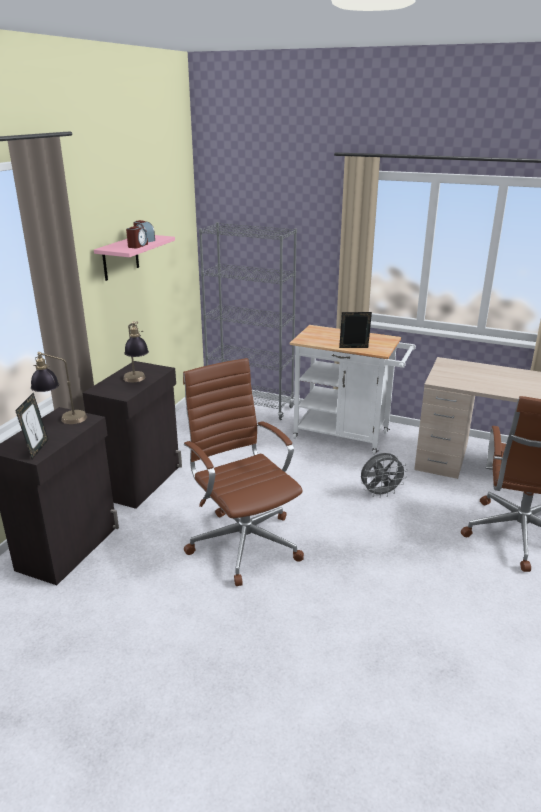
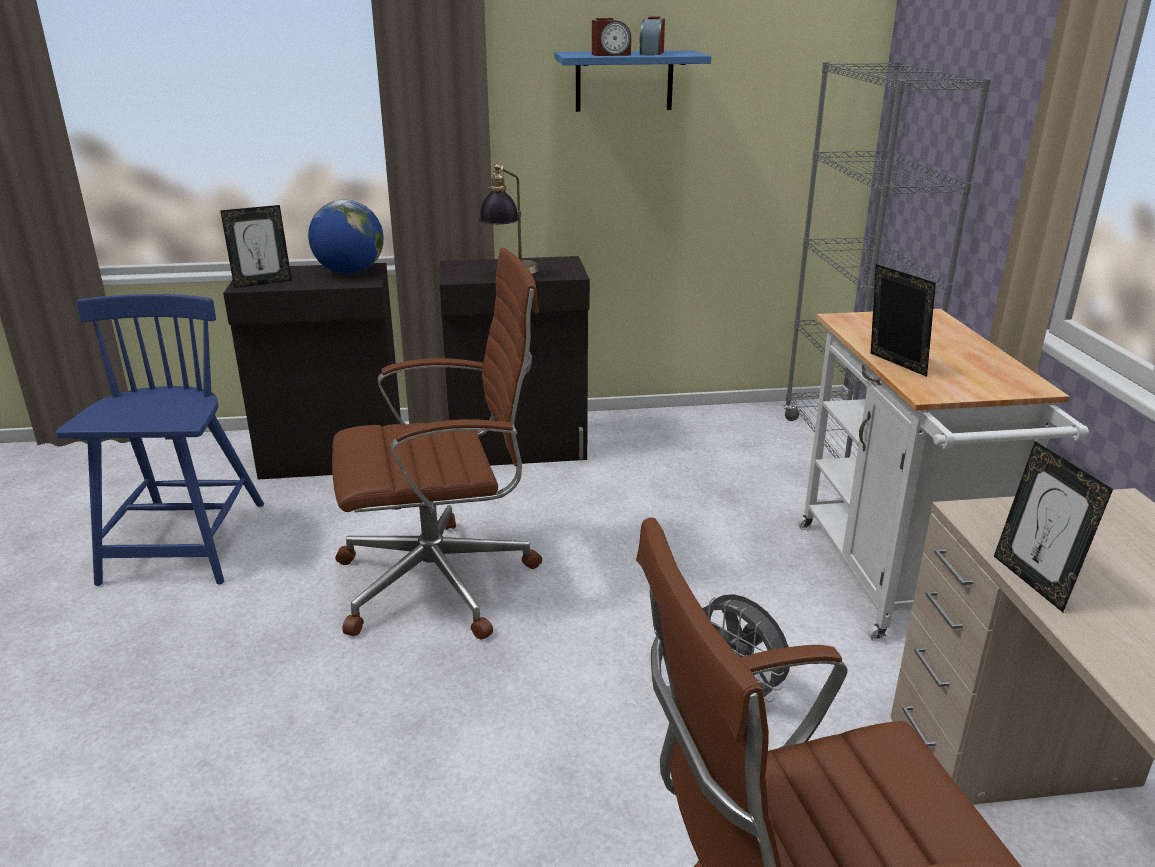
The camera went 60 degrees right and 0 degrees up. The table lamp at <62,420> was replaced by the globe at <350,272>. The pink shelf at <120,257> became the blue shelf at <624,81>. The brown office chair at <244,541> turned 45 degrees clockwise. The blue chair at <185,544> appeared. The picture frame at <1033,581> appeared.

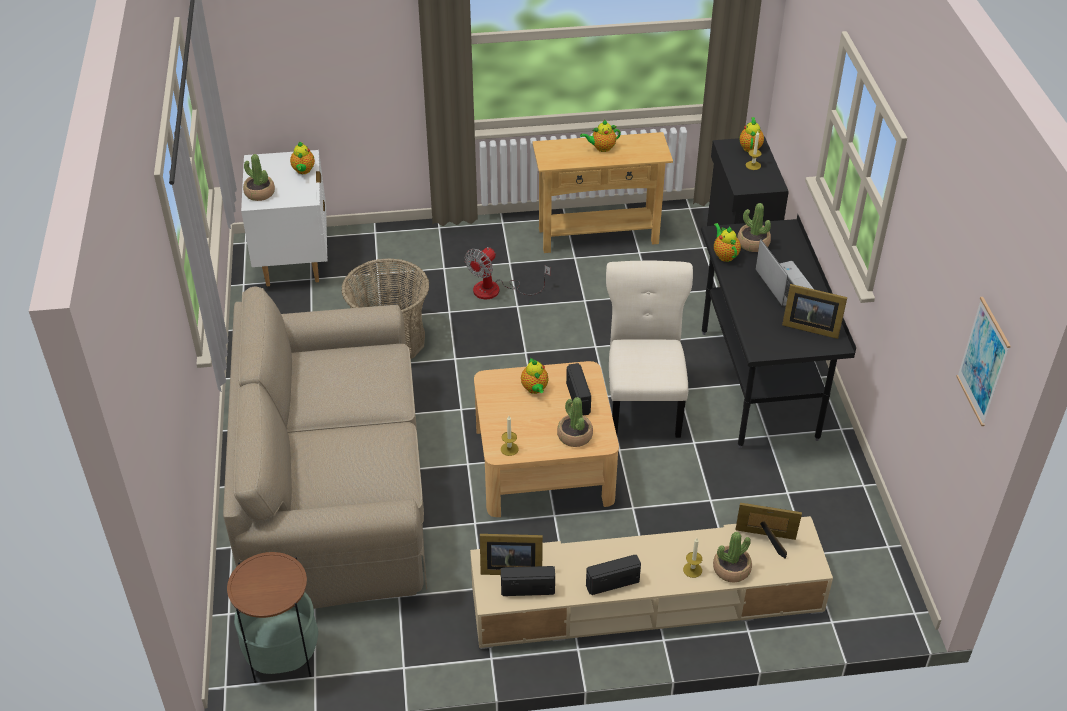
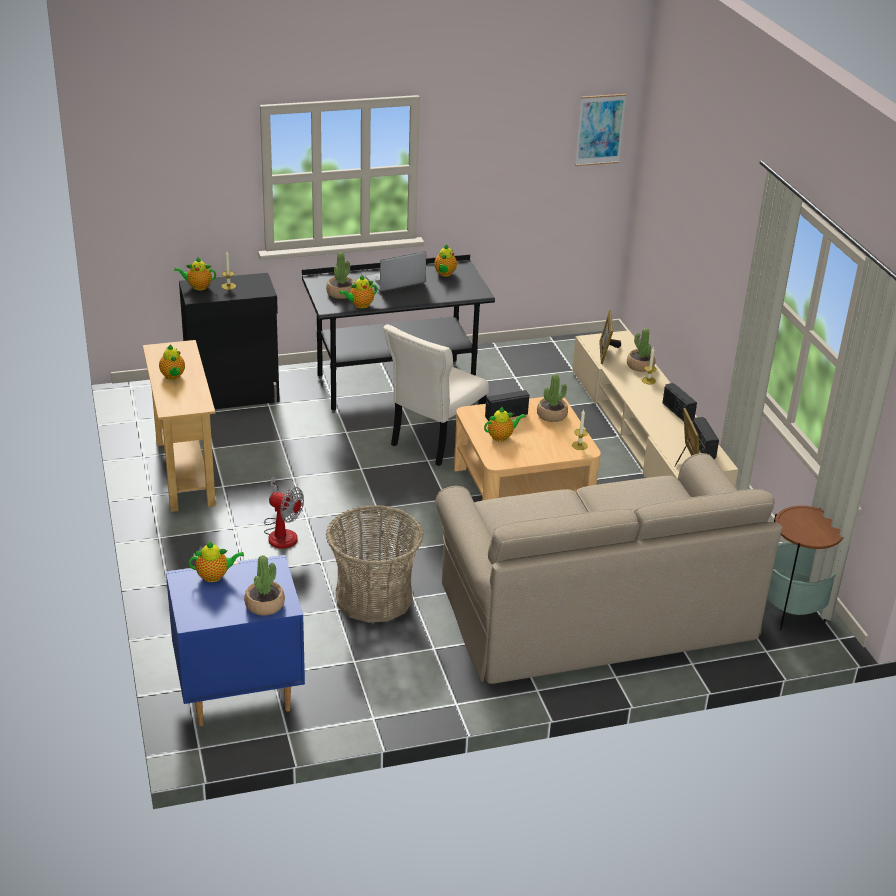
The camera went 100 degrees left and 10 degrees down. The white nightstand at <294,262> became the blue nightstand at <239,694>. The beige chair at <643,404> turned 45 degrees counterclockwise. The picture frame at <809,326> was replaced by the teapot at <444,274>.

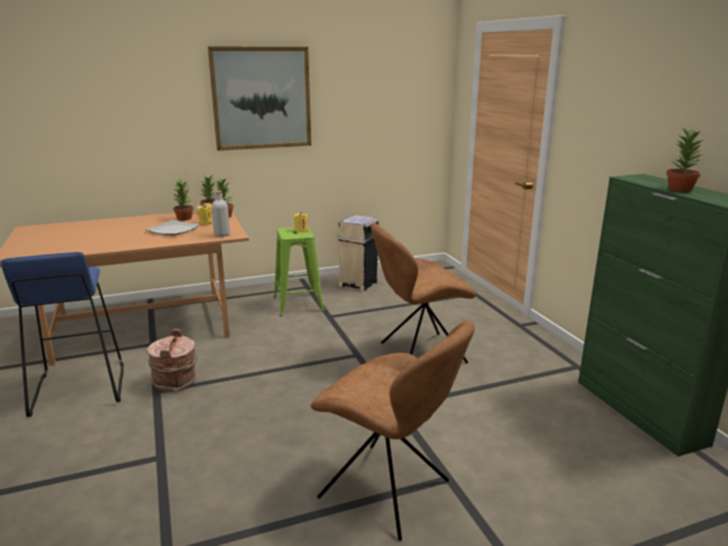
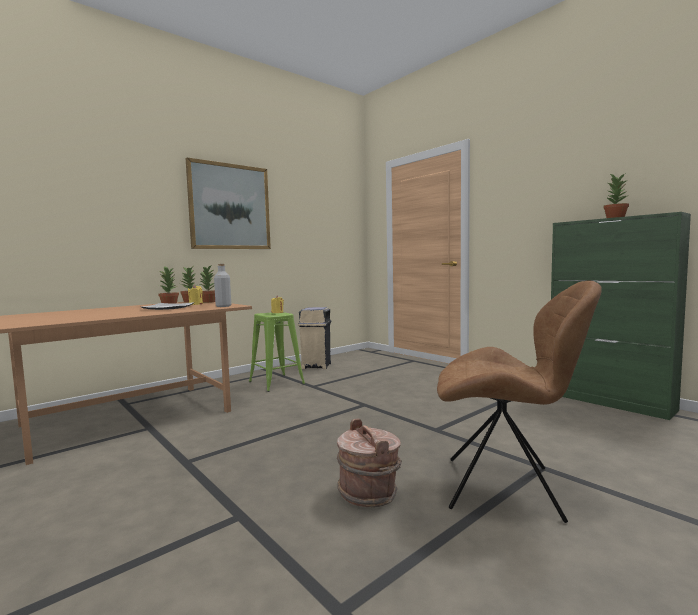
The camera went 20 degrees left and 15 degrees down. The blue stool at <78,389> disappeared. The brown bucket moved from <176,382> to <369,493>. The brown chair at <419,353> disappeared.

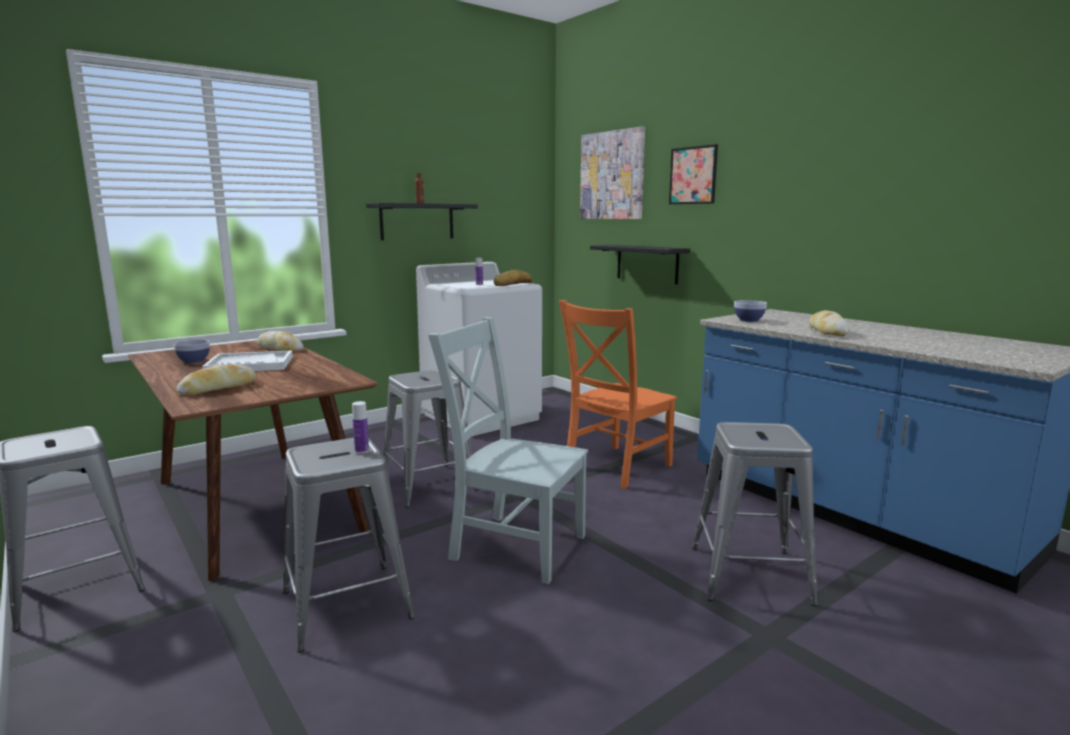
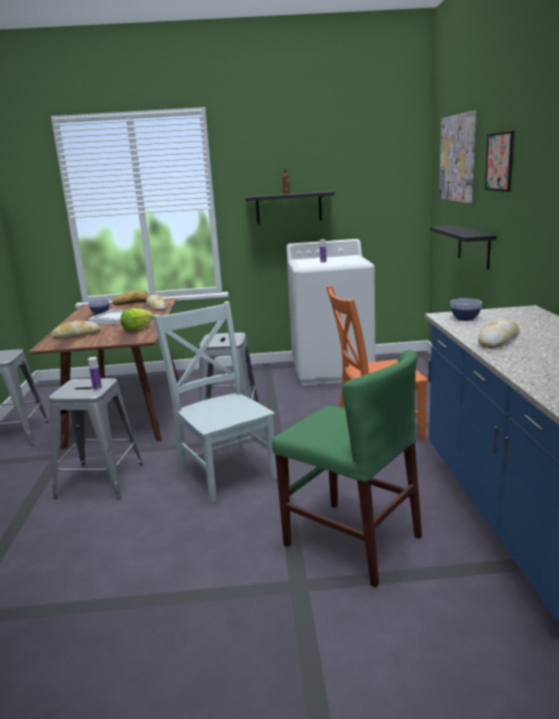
The camera went 35 degrees right and 5 degrees up. The bread moved from <511,284> to <132,303>. The grey stool at <749,574> was replaced by the green chair at <352,541>. The lettuce at <137,329> appeared.

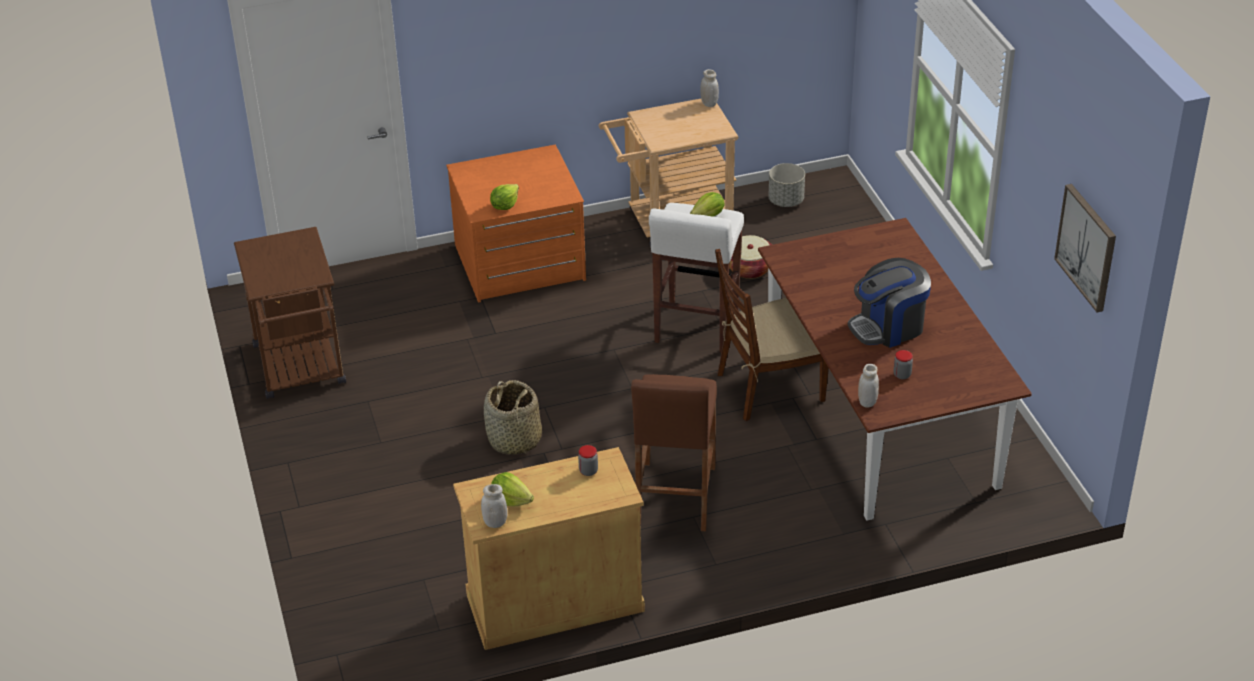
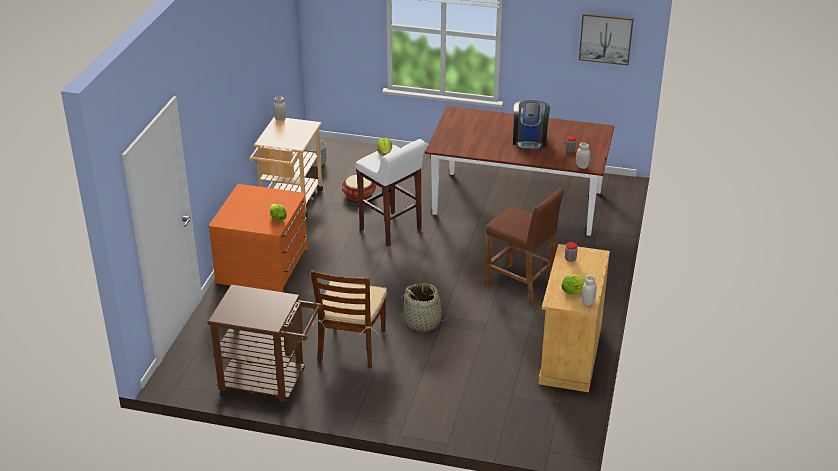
The camera went 60 degrees left and 5 degrees down. The brown chair moved from <769,387> to <352,345>.

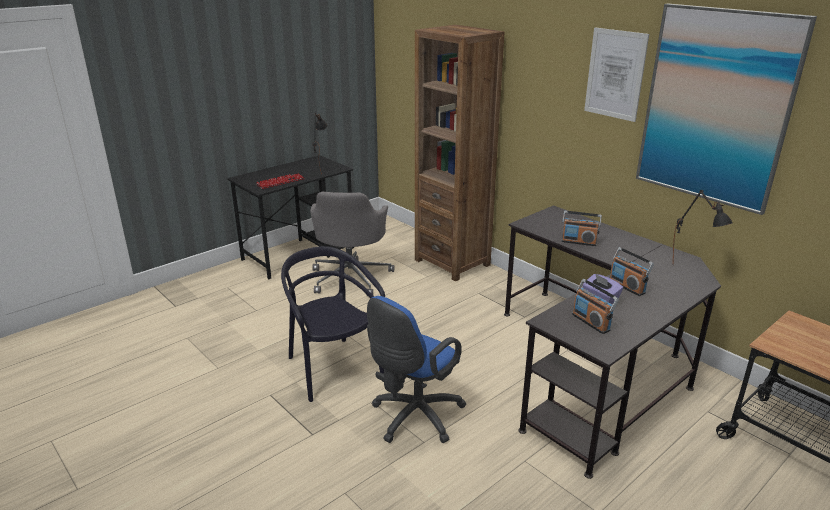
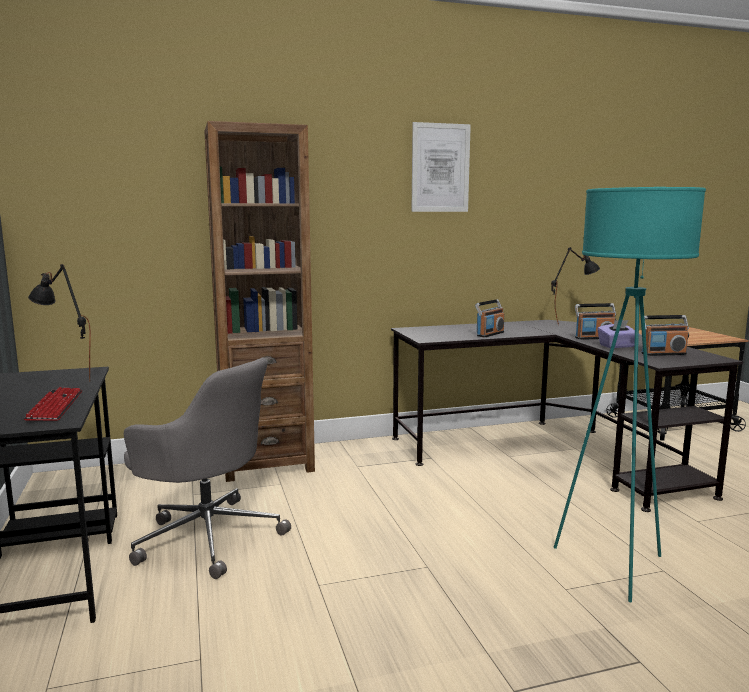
The camera went 65 degrees left and 15 degrees down. The black chair at <333,368> disappeared. The blue office chair at <413,418> was replaced by the turquoise floor lamp at <612,566>. The picture at <715,107> disappeared.

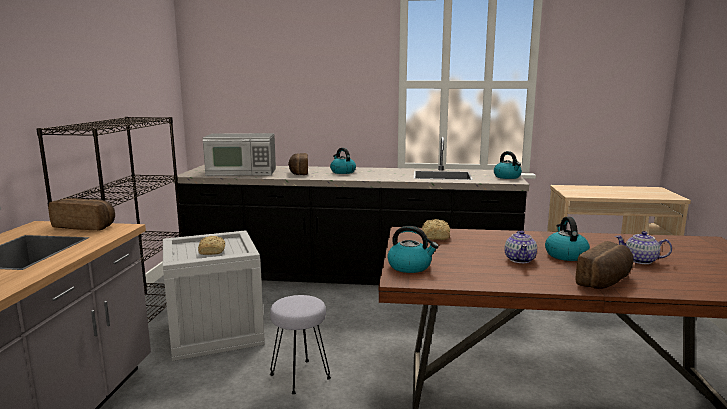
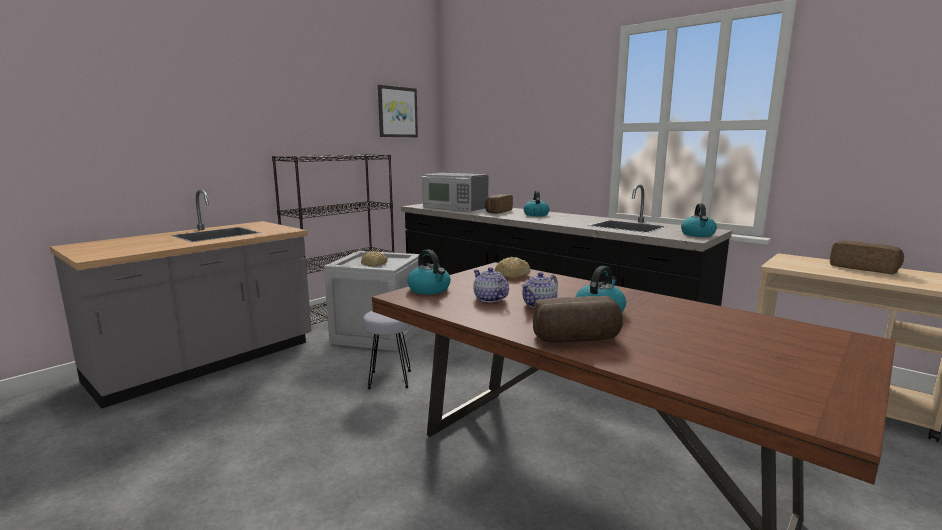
The camera went 35 degrees right and 0 degrees up. The bread moved from <86,226> to <863,268>. The teapot moved from <641,260> to <490,299>. The picture at <397,112> appeared.

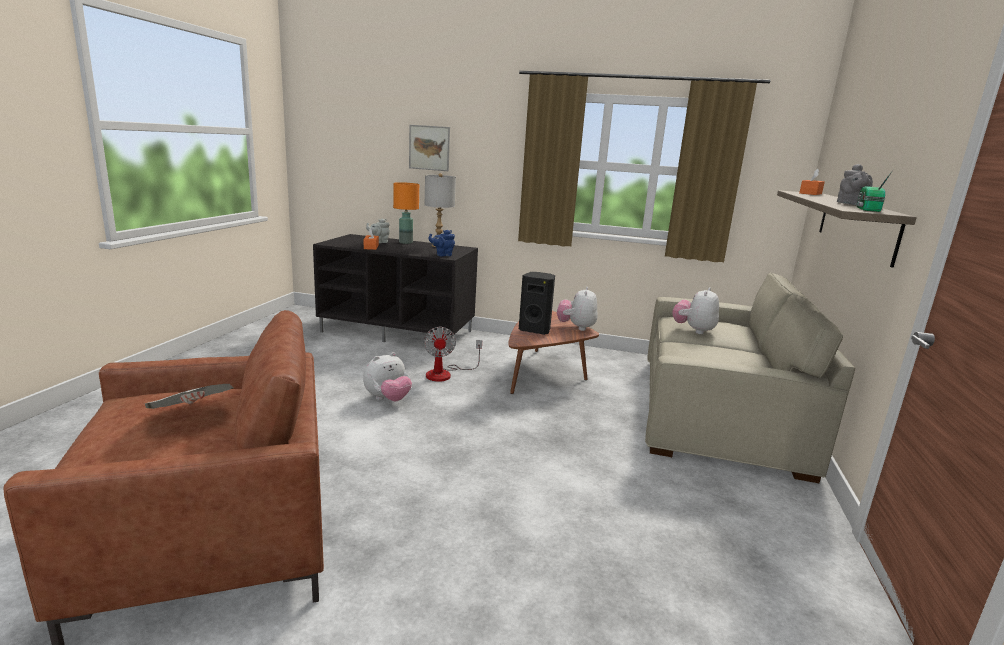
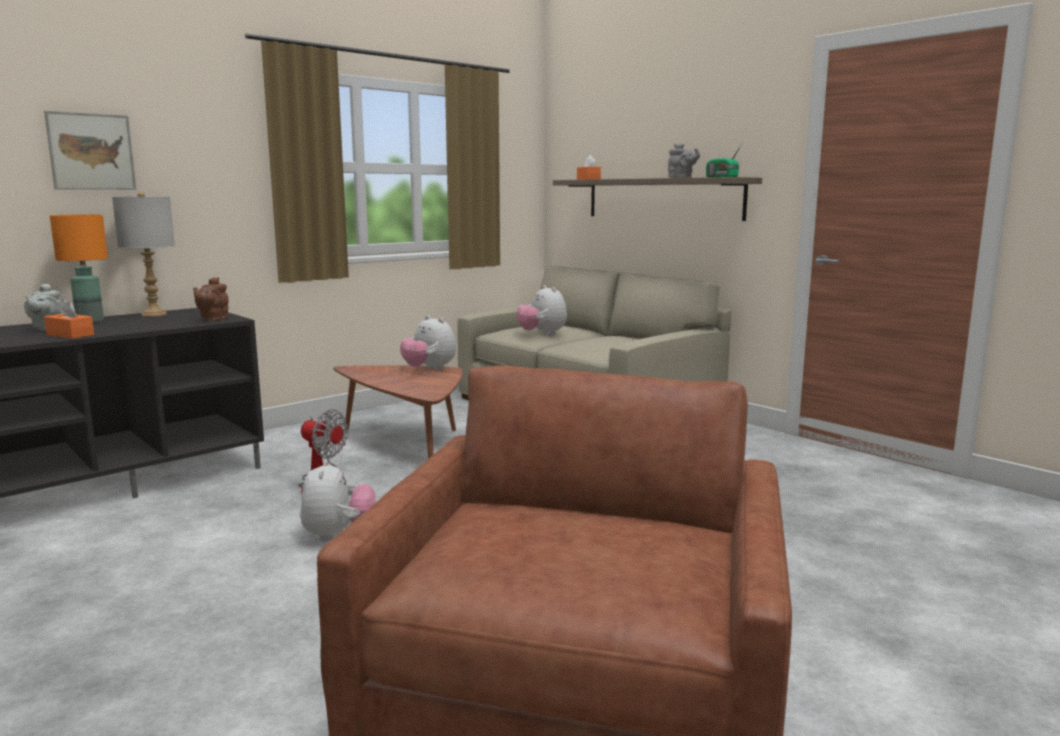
The camera went 55 degrees left and 5 degrees down. The newspaper at <192,416> disappeared. The blue teapot at <442,255> became the brown teapot at <213,319>. The black speaker at <535,330> disappeared.

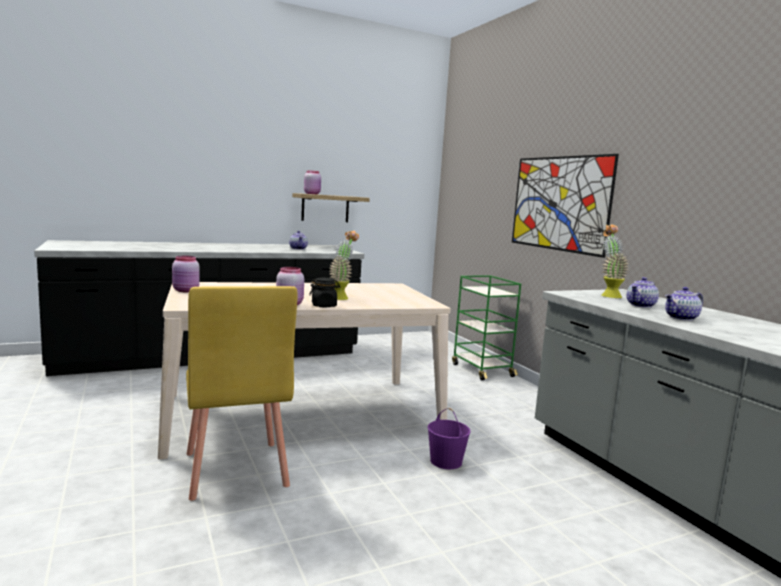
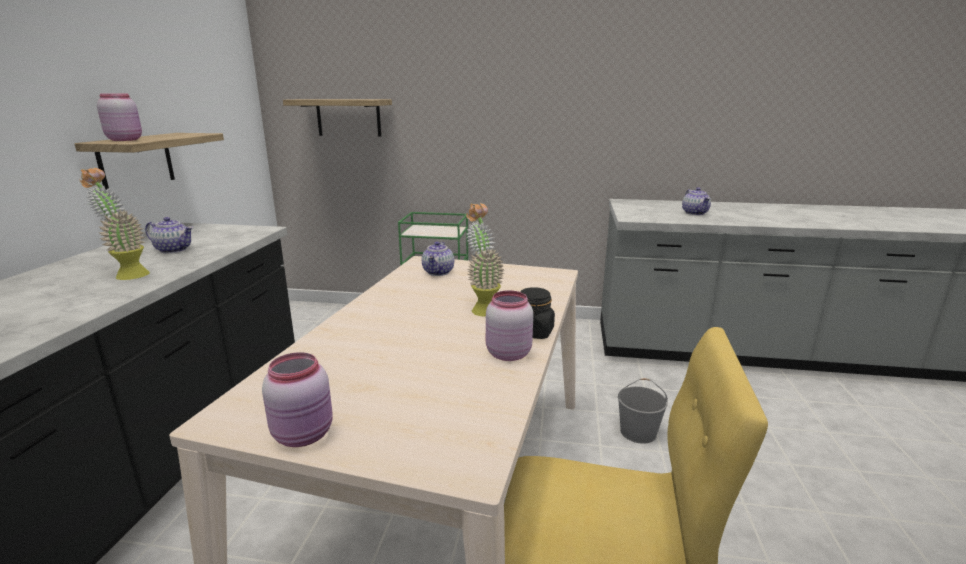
The camera went 55 degrees left and 10 degrees up. The purple bucket at <446,461> became the grey bucket at <638,432>. The picture at <559,203> disappeared. The potted plant moved from <608,295> to <127,274>. The teapot moved from <681,318> to <439,272>. The shelf at <348,117> appeared.

